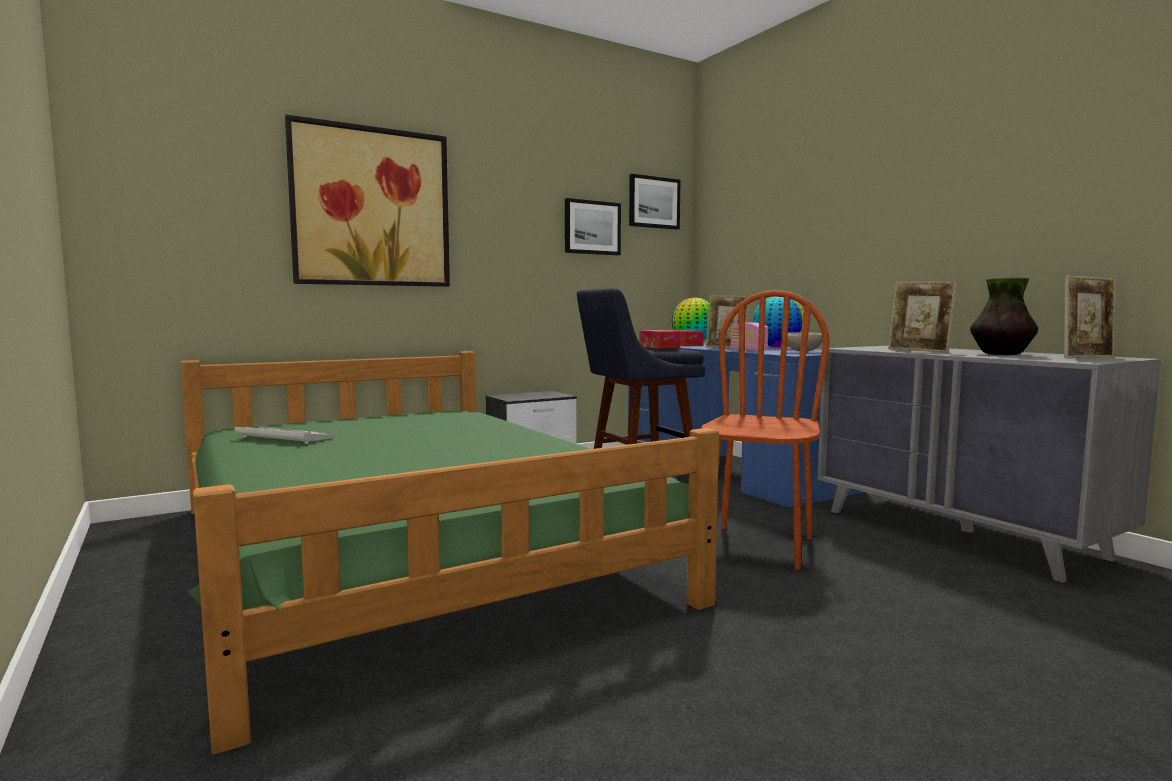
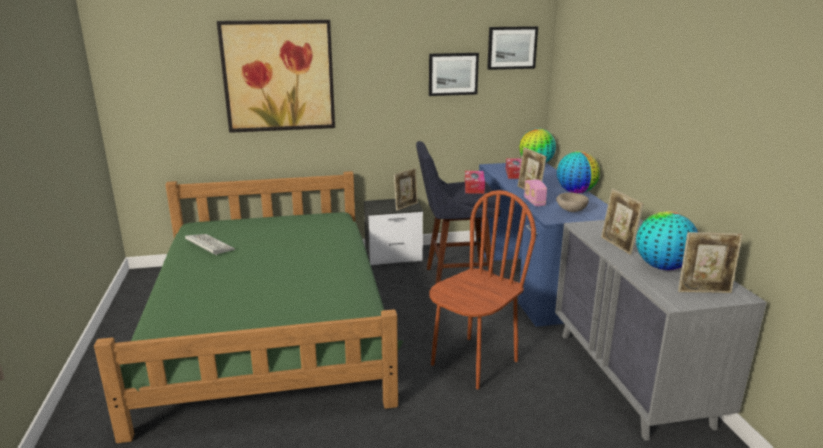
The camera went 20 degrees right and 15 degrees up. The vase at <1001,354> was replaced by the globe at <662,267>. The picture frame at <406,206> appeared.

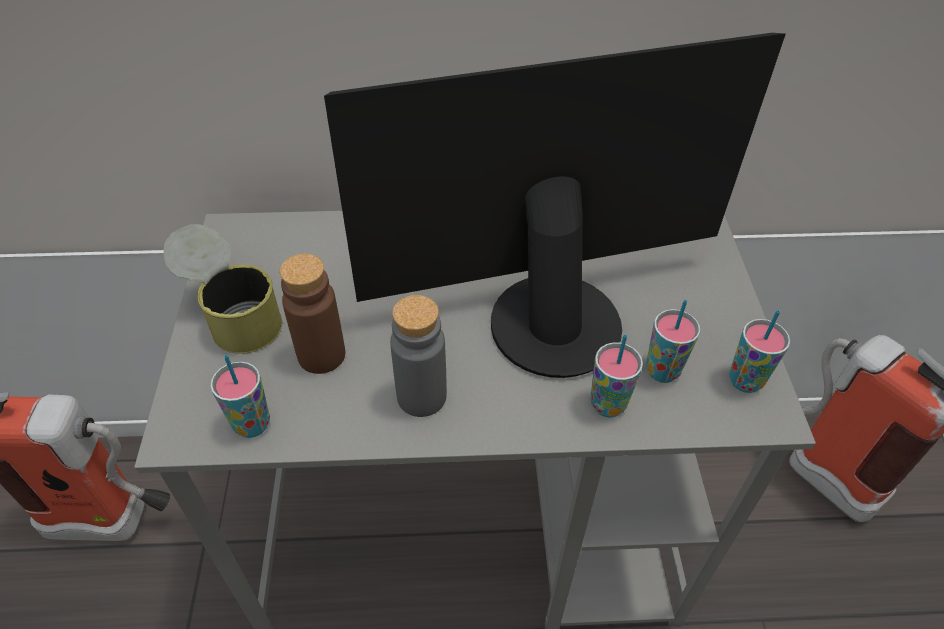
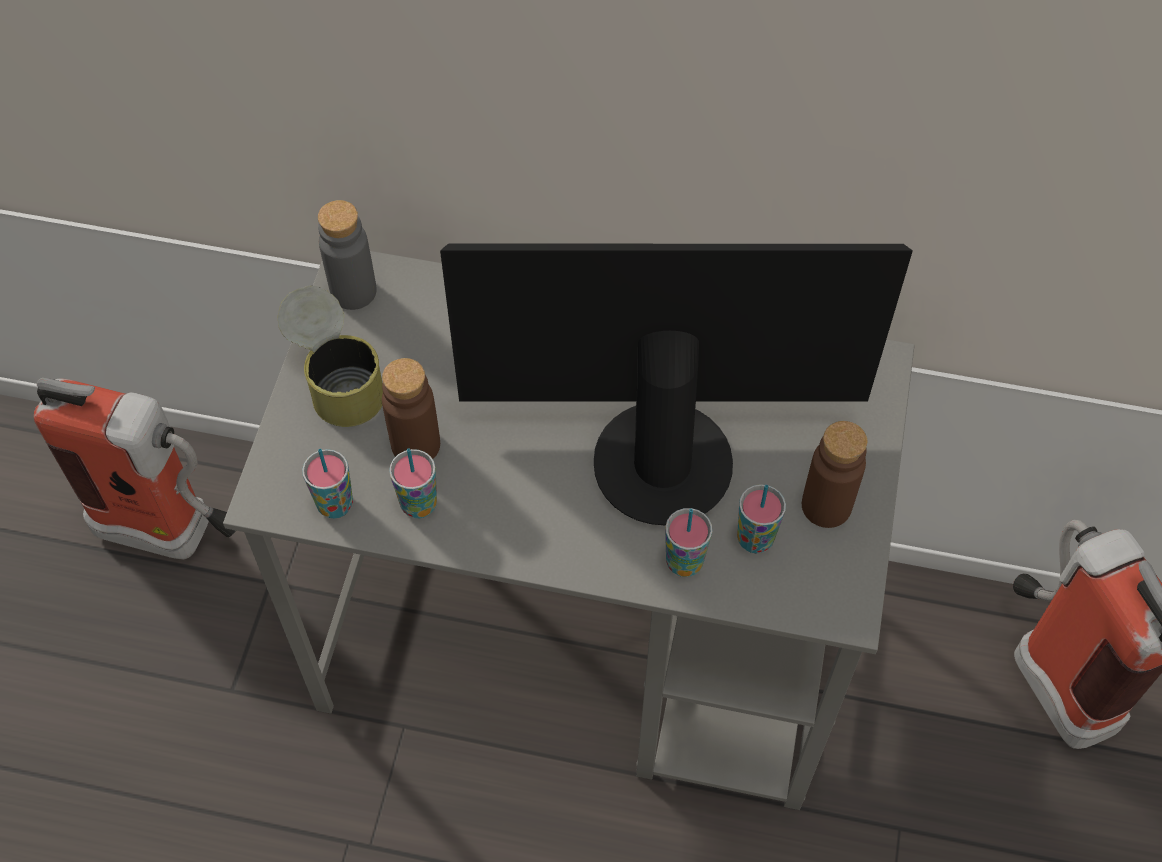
The camera went 15 degrees right and 10 degrees up. The grey bottle moved from <421,396> to <353,291>. The cup moved from <745,381> to <419,505>. The brown bottle at <826,506> appeared.

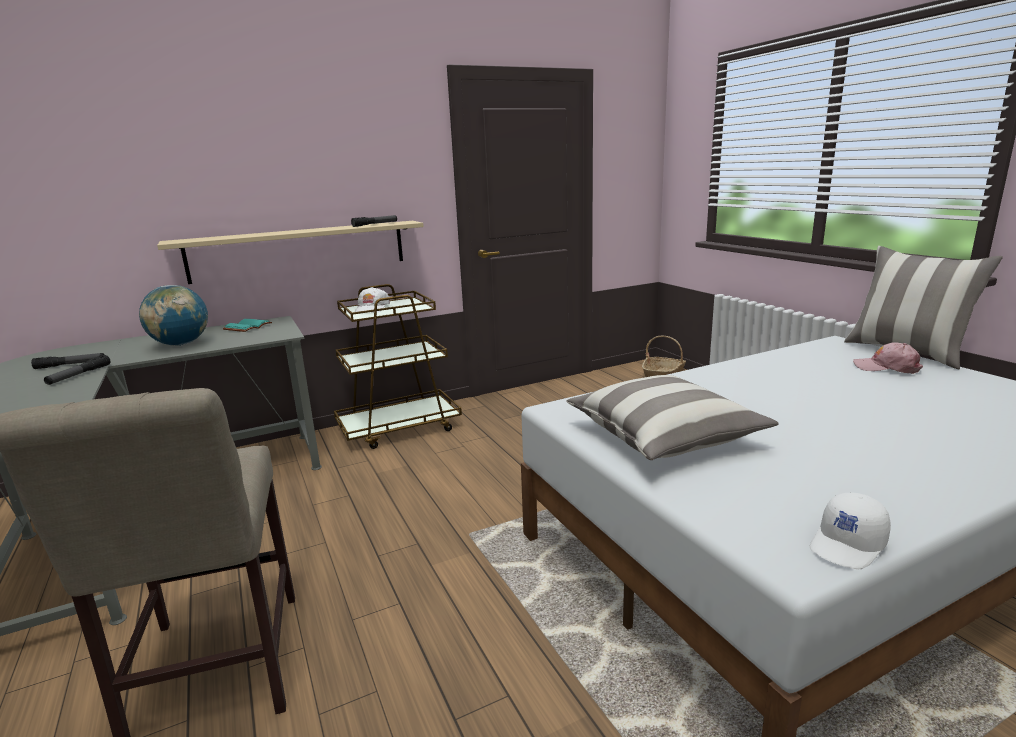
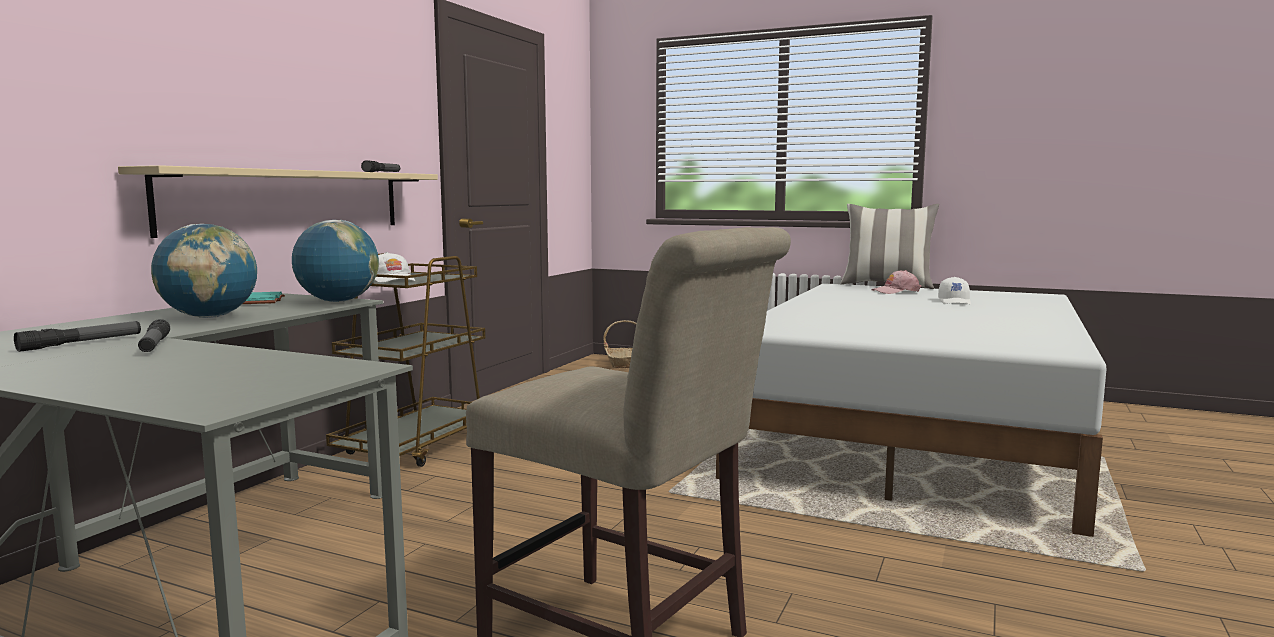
The camera went 40 degrees left and 10 degrees down. The pillow at <663,437> disappeared. The white cap moved from <848,545> to <955,302>. The globe at <338,301> appeared.

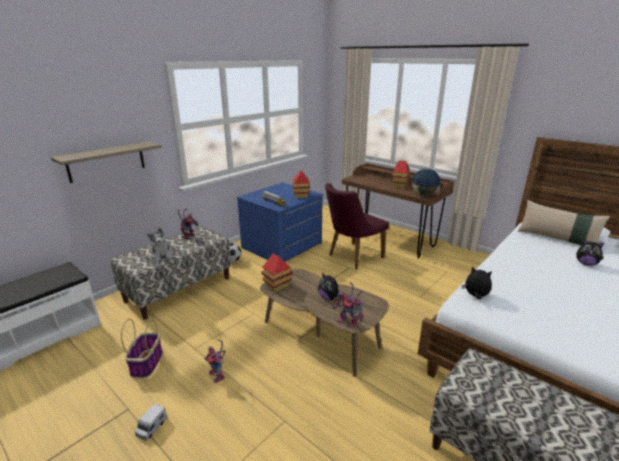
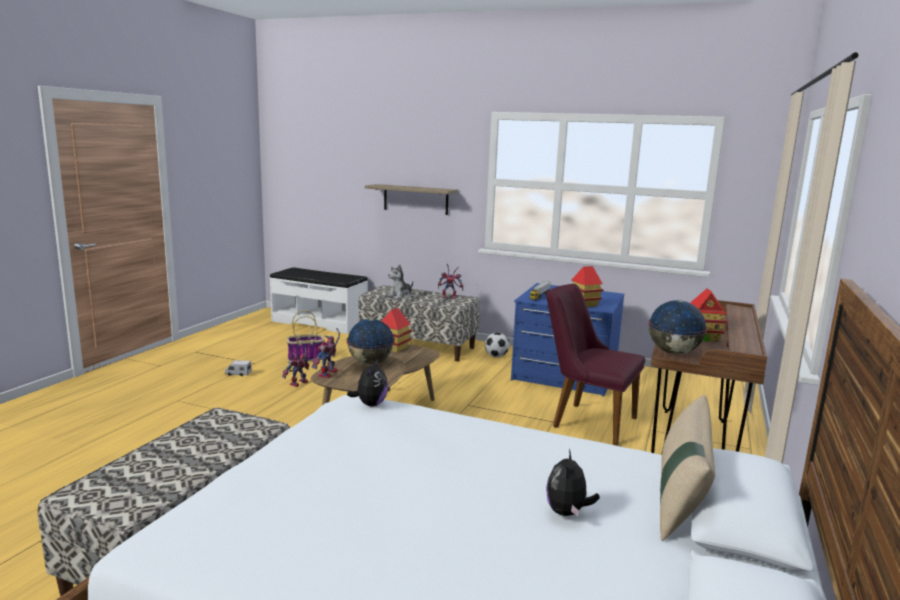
The camera went 70 degrees right and 10 degrees down. The plush toy at <329,298> was replaced by the globe at <370,363>.

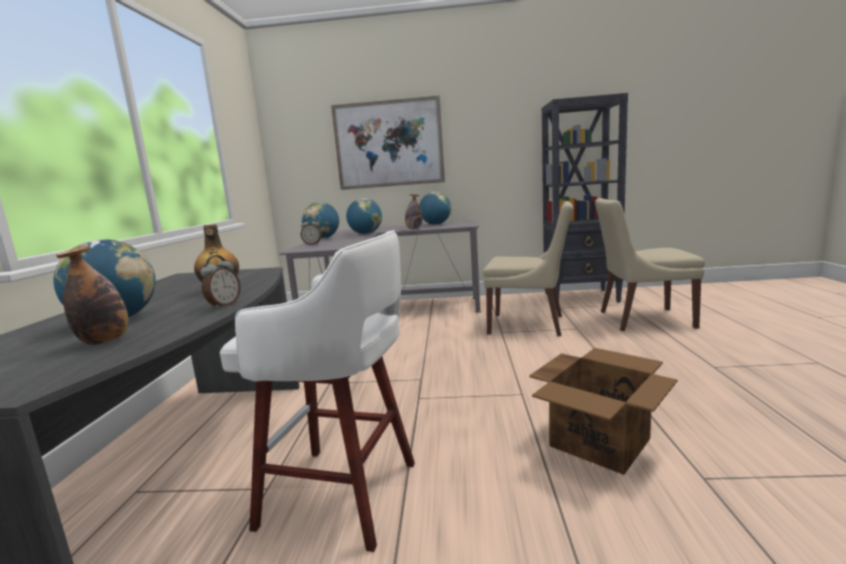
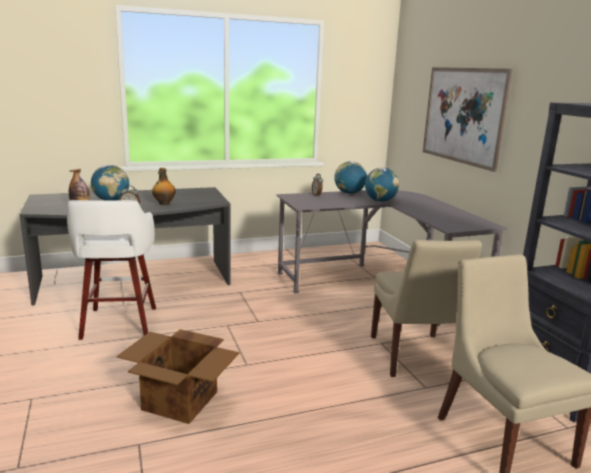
The camera went 65 degrees right and 5 degrees up. The bottle at <414,229> disappeared. The globe at <436,224> disappeared.

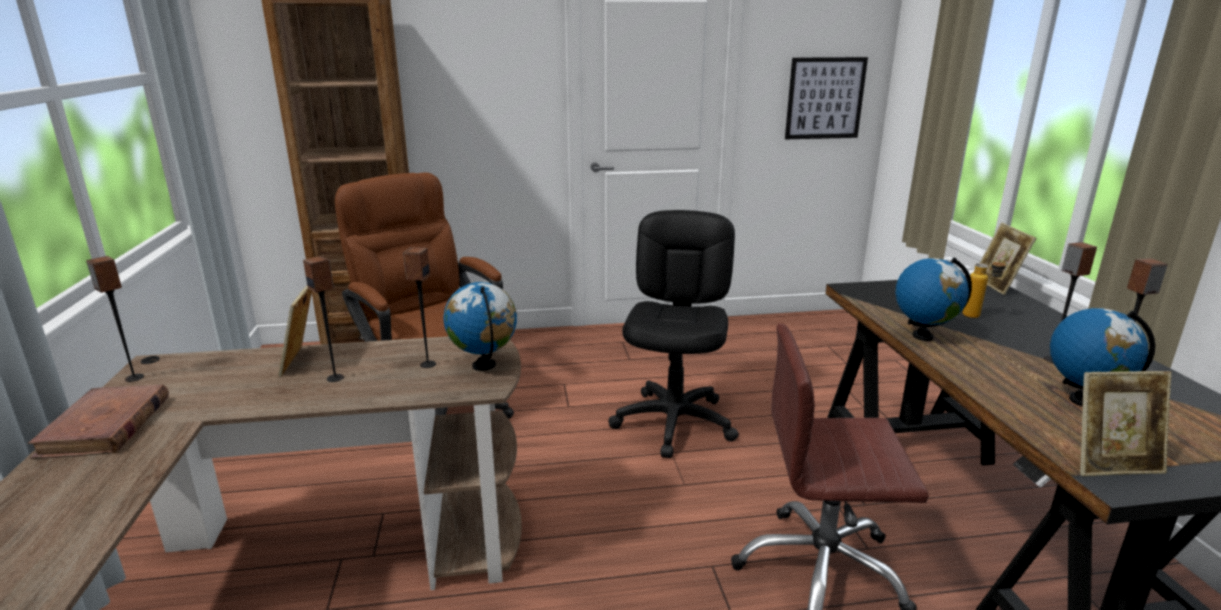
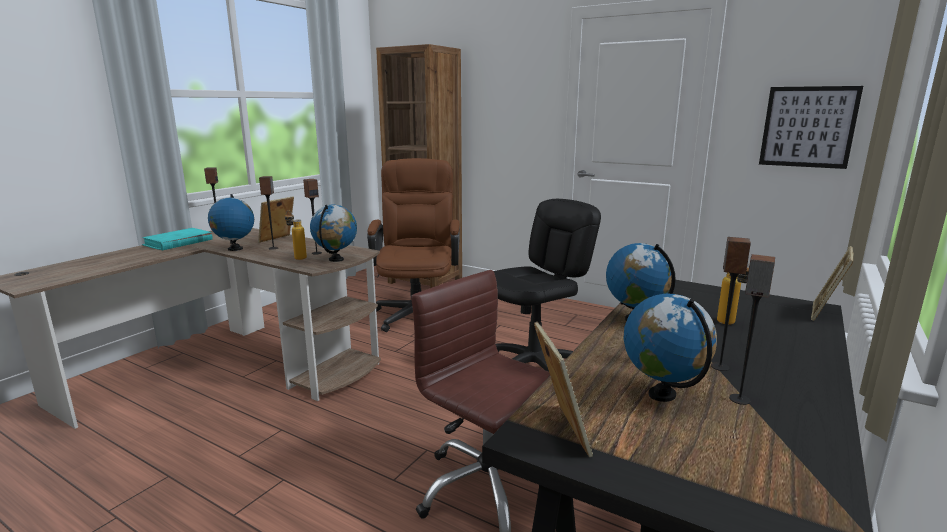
The camera went 40 degrees right and 5 degrees down. The brown book at <105,426> became the turquoise book at <178,242>. The picture frame at <1112,465> turned 135 degrees counterclockwise. The globe at <235,249> appeared. The bottle at <297,257> appeared.

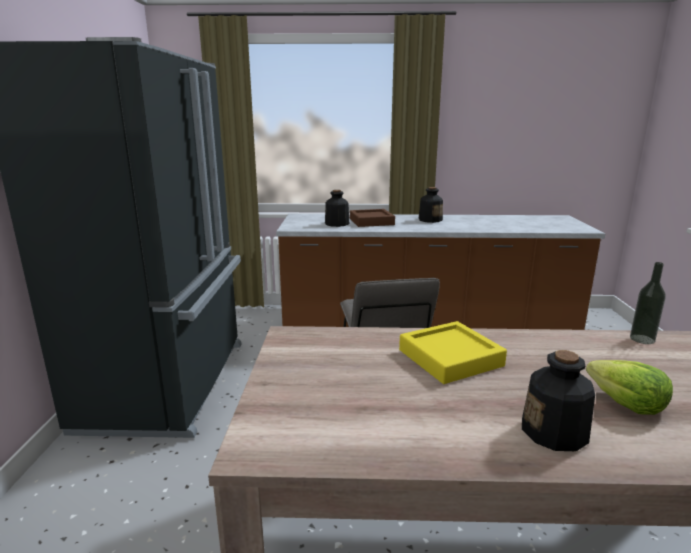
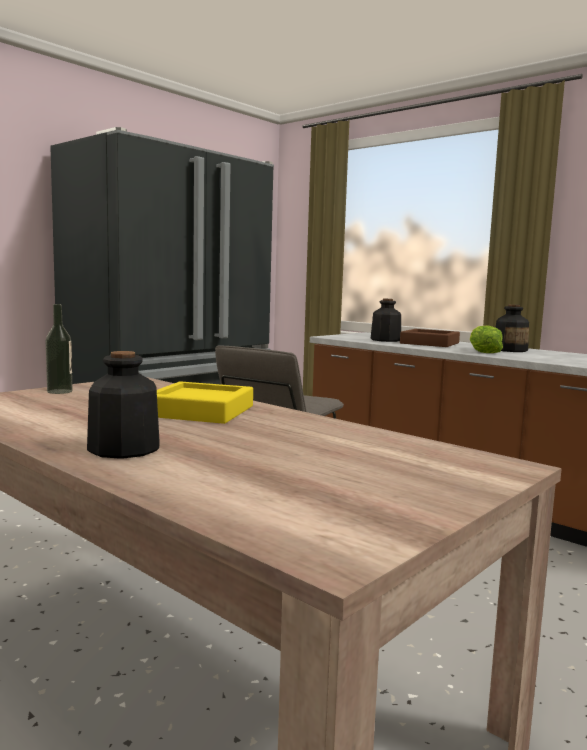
The camera went 40 degrees right and 10 degrees down. The lettuce moved from <626,403> to <483,352>. The bottle moved from <642,339> to <60,391>.

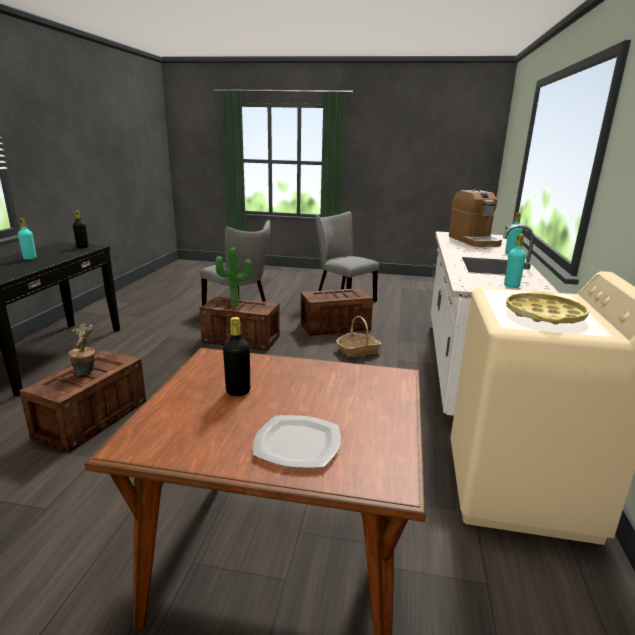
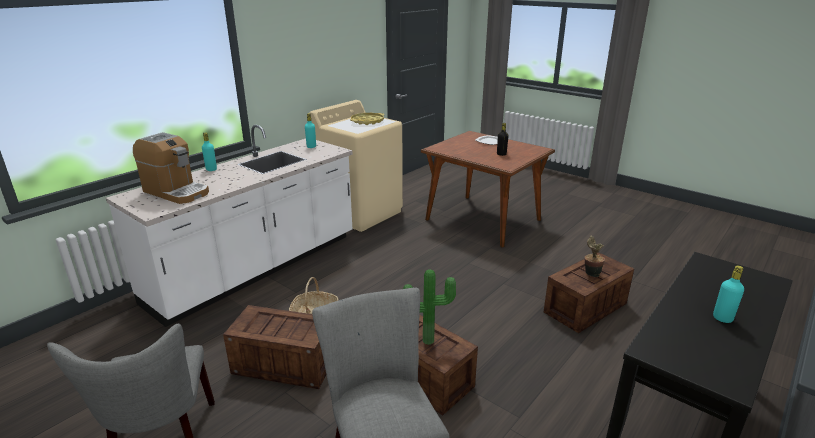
The camera went 150 degrees left and 5 degrees up. The black bottle at <82,247> disappeared. The coffee machine at <474,241> turned 105 degrees clockwise.

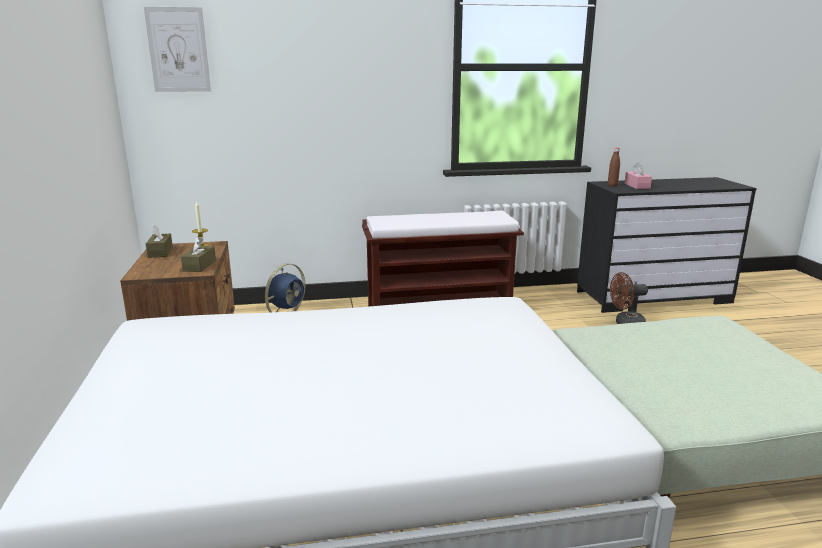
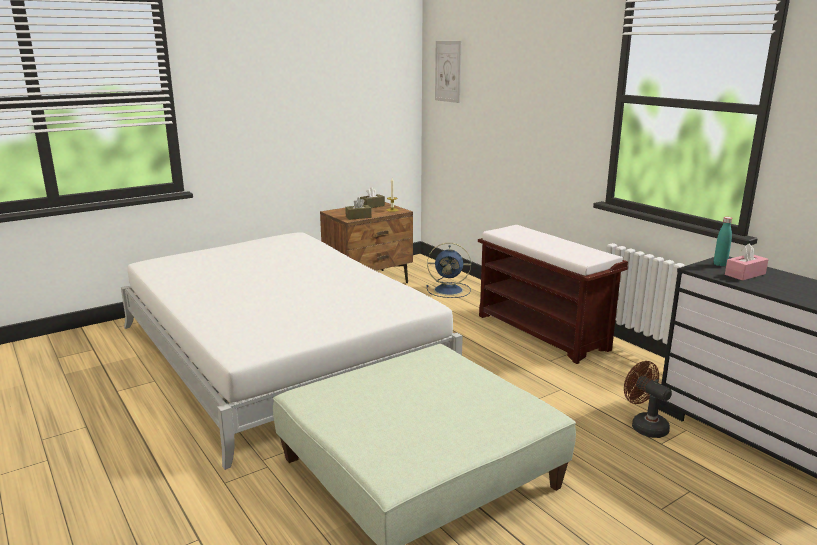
The camera went 65 degrees right and 0 degrees up. The brown bottle at <612,185> became the turquoise bottle at <720,264>.

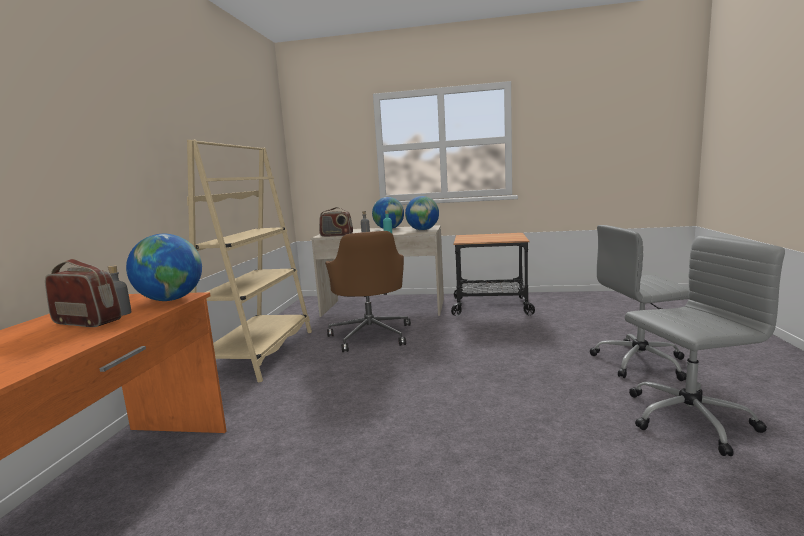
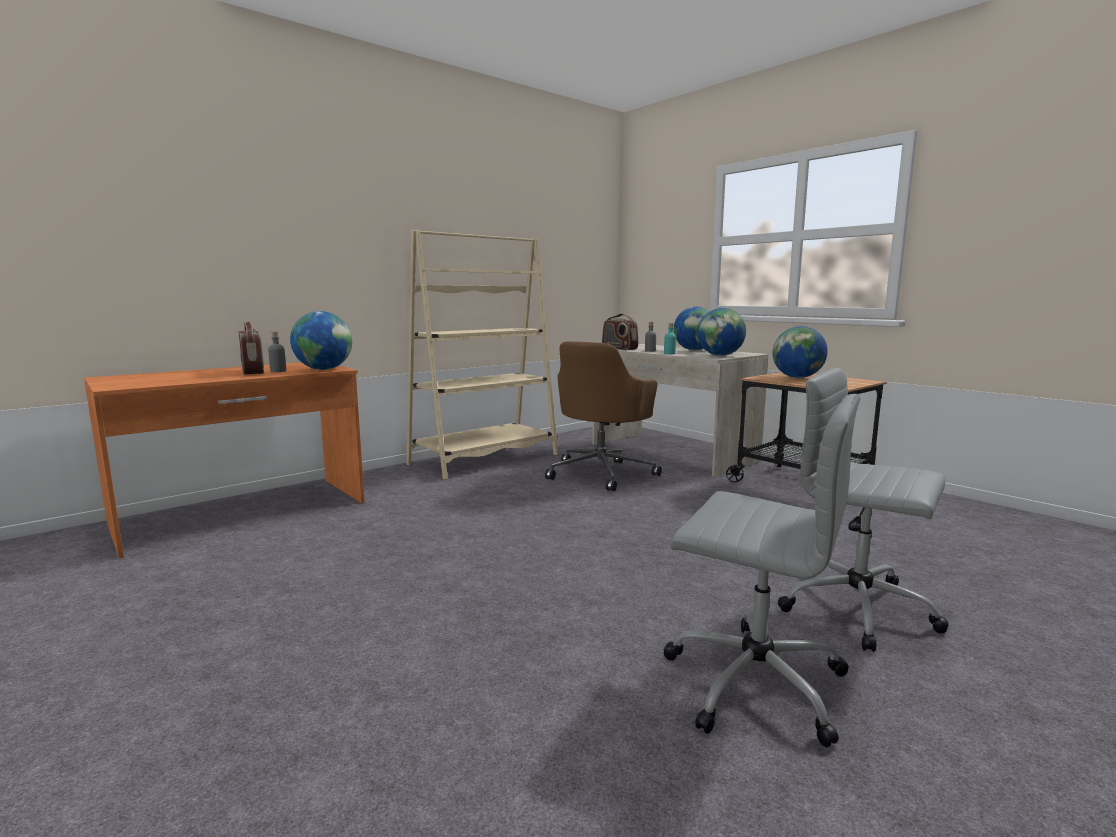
The camera went 40 degrees right and 0 degrees up. The globe at <797,377> appeared.

